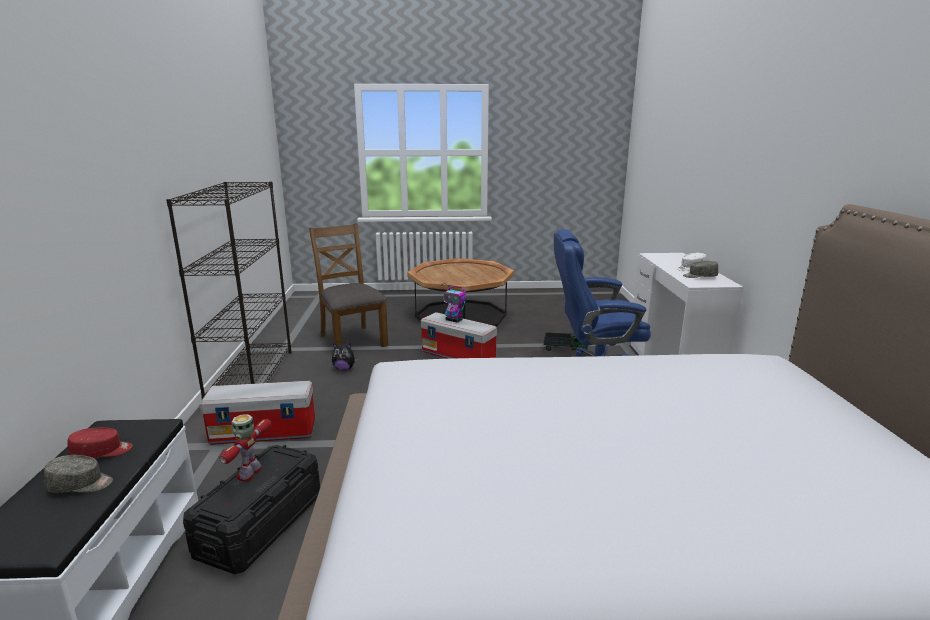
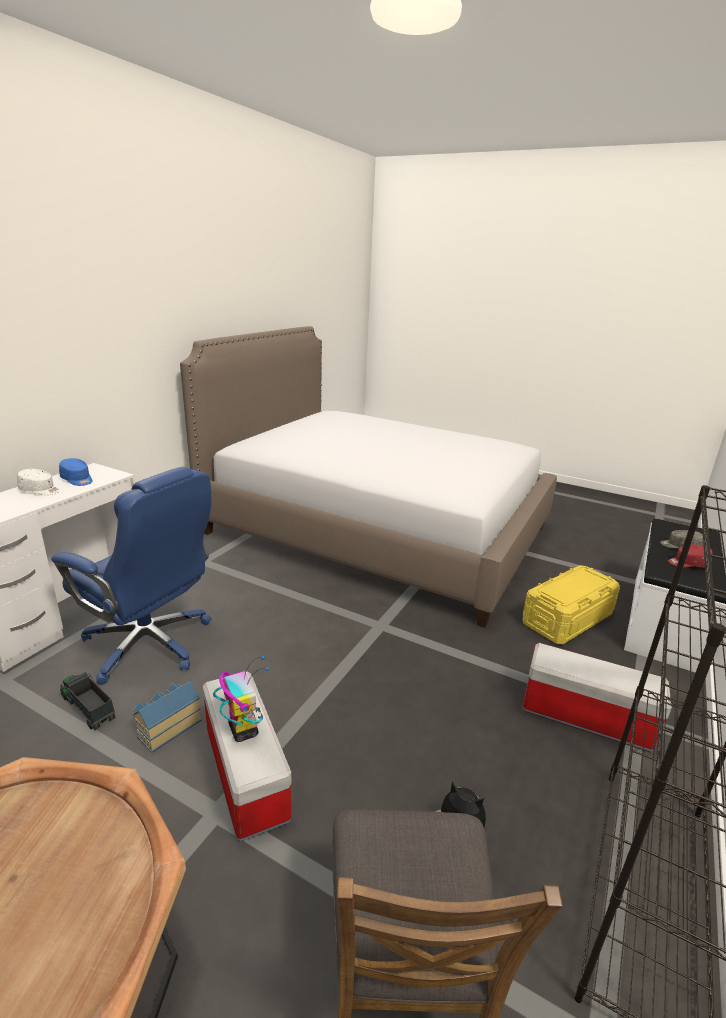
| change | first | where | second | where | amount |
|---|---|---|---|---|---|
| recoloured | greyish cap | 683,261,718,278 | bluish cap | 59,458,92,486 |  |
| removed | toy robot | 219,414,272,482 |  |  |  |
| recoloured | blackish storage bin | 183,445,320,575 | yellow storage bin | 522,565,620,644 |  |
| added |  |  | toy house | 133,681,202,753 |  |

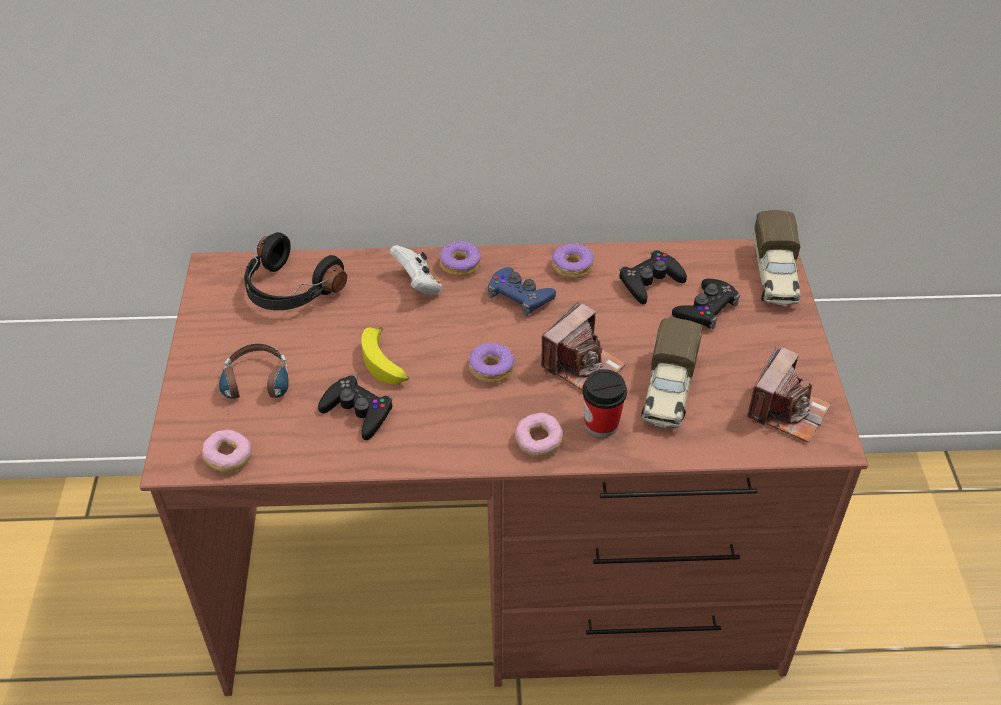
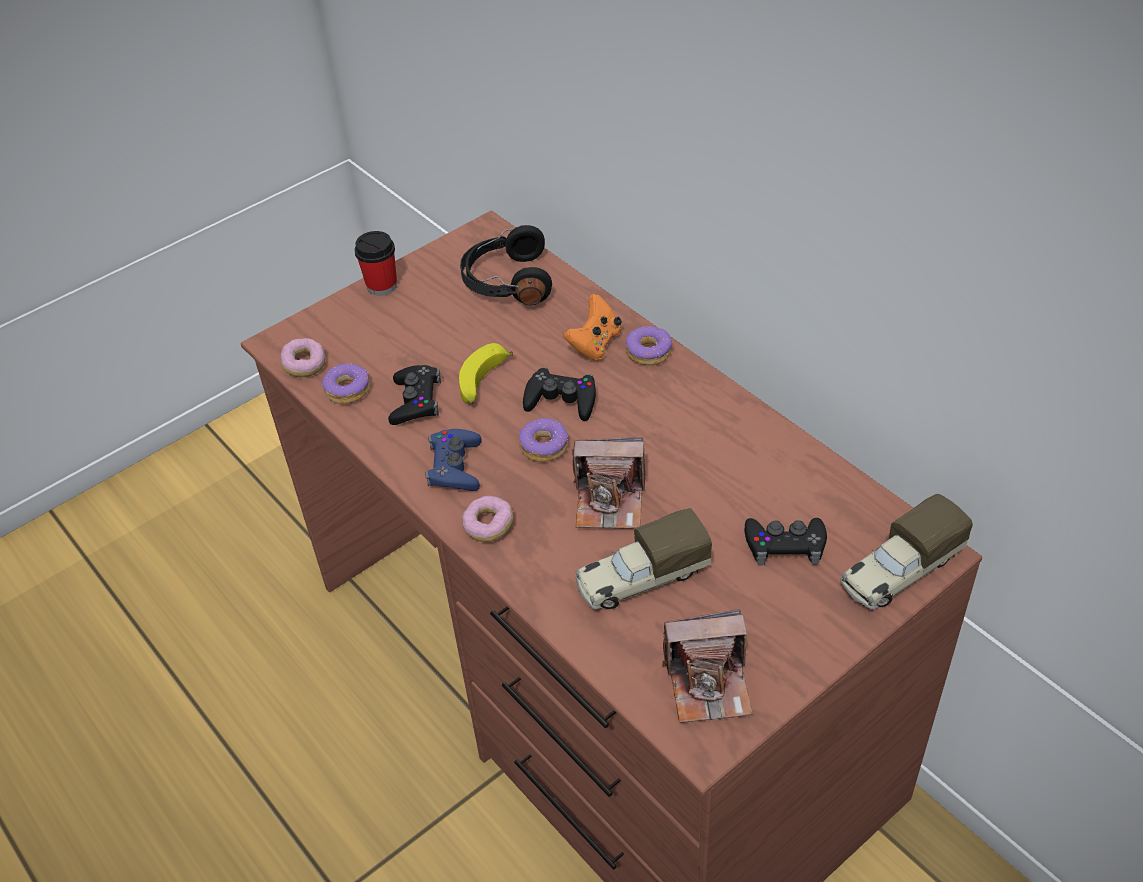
| change | first | where | second | where | amount |
|---|---|---|---|---|---|
| moved | ring doughnut | 551,242,594,279 |  | 322,363,370,404 |  |
| recoloured | white-coloured game controller | 390,245,442,295 | orange-coloured game controller | 563,294,622,360 |  |
| moved | blackish game controller | 619,250,687,304 |  | 523,367,596,421 |  |
| moved | bluish game controller | 488,267,556,316 |  | 425,429,482,491 |  |
| removed | headphones | 219,344,289,413 |  |  |  |
| moved | small cup | 582,369,627,438 |  | 354,231,397,296 |  |

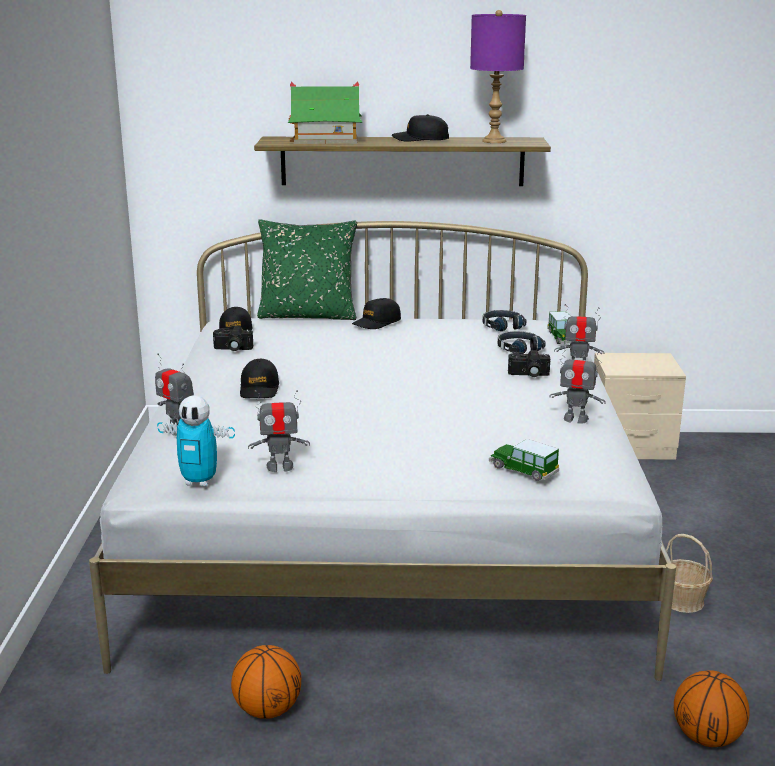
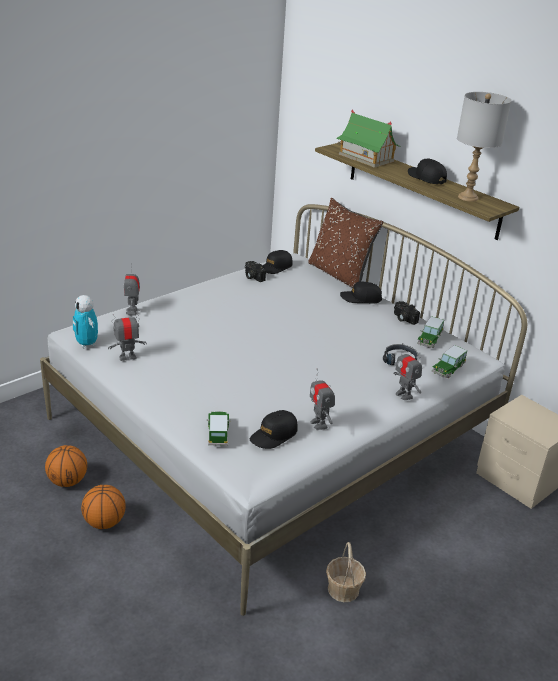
| change | first | where | second | where | amount |
|---|---|---|---|---|---|
| recoloured | purple lamp for a table | 470,10,526,143 | greyish lamp for a table | 457,92,512,202 |  |
| recoloured | greenish pillow | 257,219,357,320 | brown-coloured pillow | 308,198,383,288 |  |
| replaced | blackish headphones | 483,310,526,331 | model car | 417,316,444,348 |  |
| moved | still camera | 508,350,550,377 |  | 394,301,420,325 |  |
| moved | blackish cap | 240,359,279,398 |  | 250,410,298,449 |  |
| turned | toy robot | 248,390,310,472 |  | 108,310,147,361 | 120 degrees clockwise |
| moved | basketball ball | 674,670,750,747 |  | 81,485,126,529 |  |

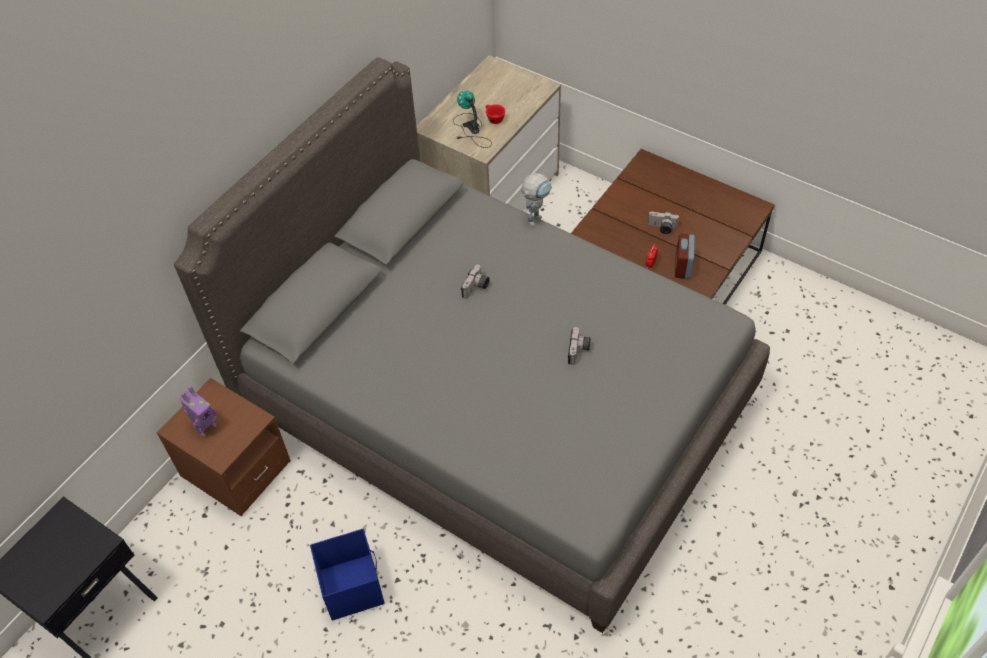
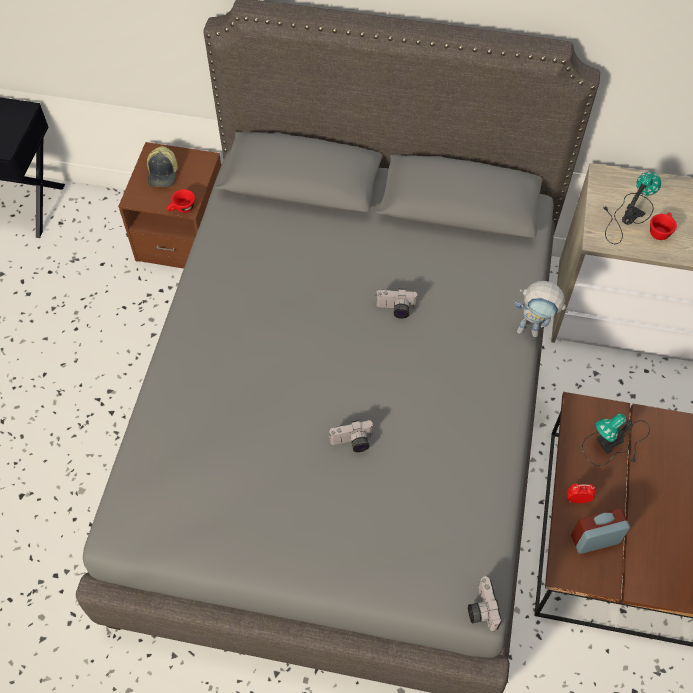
| change | first | where | second | where | amount |
|---|---|---|---|---|---|
| moved | still camera | 648,211,679,234 |  | 468,576,502,631 |  |
| replaced | toy robot | 179,386,217,437 | cap | 147,146,177,187 |  |
| removed | bluish storage bin | 310,529,385,621 |  |  |  |
| added |  |  | red small cup | 167,189,195,213 |  |
| added |  |  | lamp for a table | 582,413,650,466 |  |

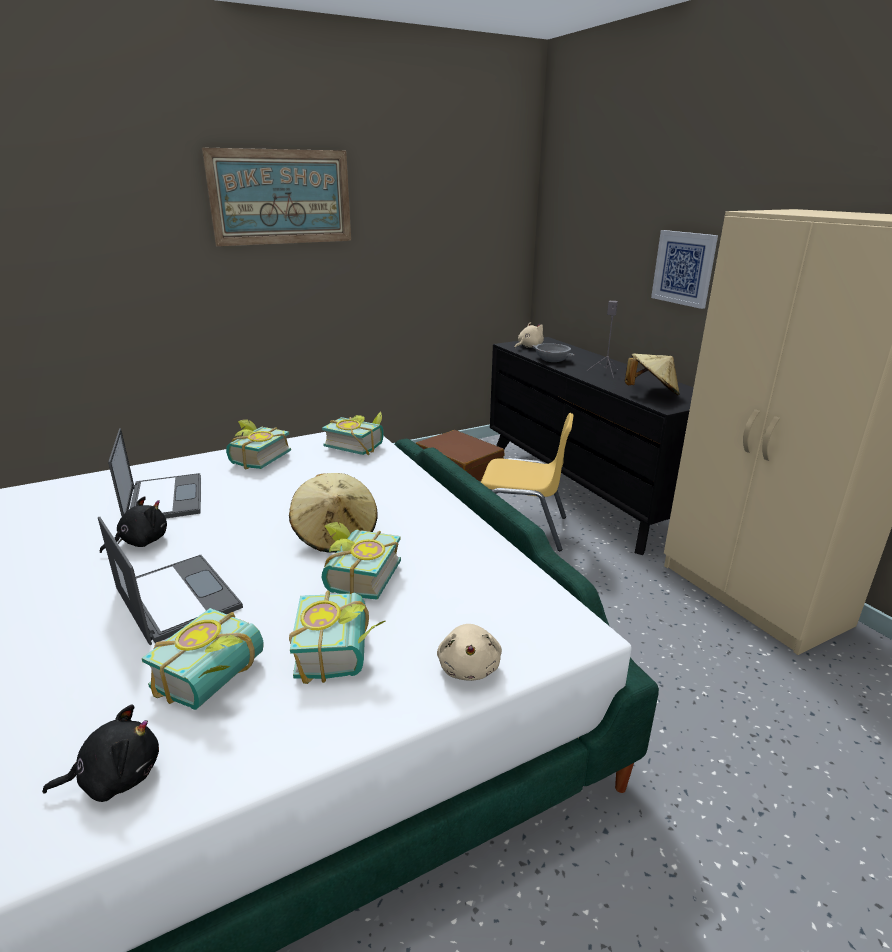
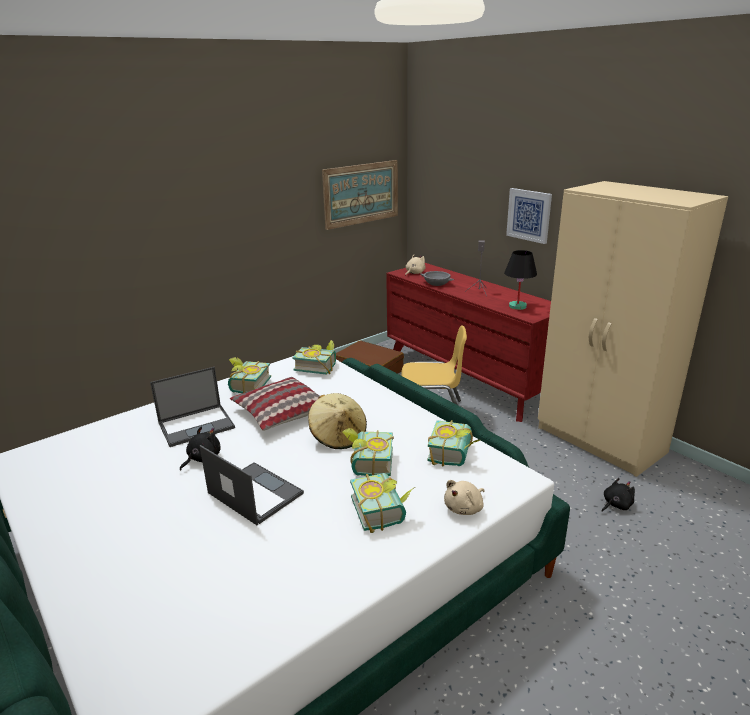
| change | first | where | second | where | amount |
|---|---|---|---|---|---|
| moved | wall art | 202,148,351,246 |  | 322,160,398,230 |  |
| recoloured | blackish chest of drawers | 490,337,694,555 | red chest of drawers | 386,263,551,422 |  |
| replaced | beige-coloured wearable hat | 625,354,680,395 | blackish lamp for a table | 504,250,537,310 |  |
| turned | notebook computer | 108,428,201,518 |  | 150,367,235,447 | 90 degrees clockwise |
| moved | volume | 142,608,264,710 |  | 427,420,480,467 |  |
| turned | beige-coloured cuddly toy | 437,624,502,681 |  | 444,480,484,515 | 60 degrees clockwise |
| moved | blackish cuddly toy | 42,705,159,802 |  | 601,478,635,512 |  |
| added |  |  | pillow | 230,377,319,431 |  |

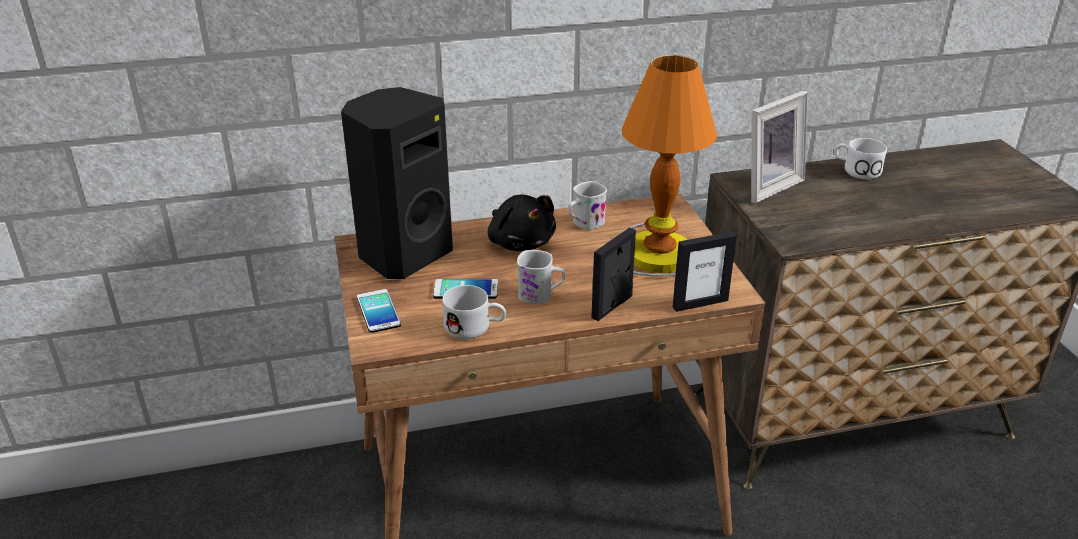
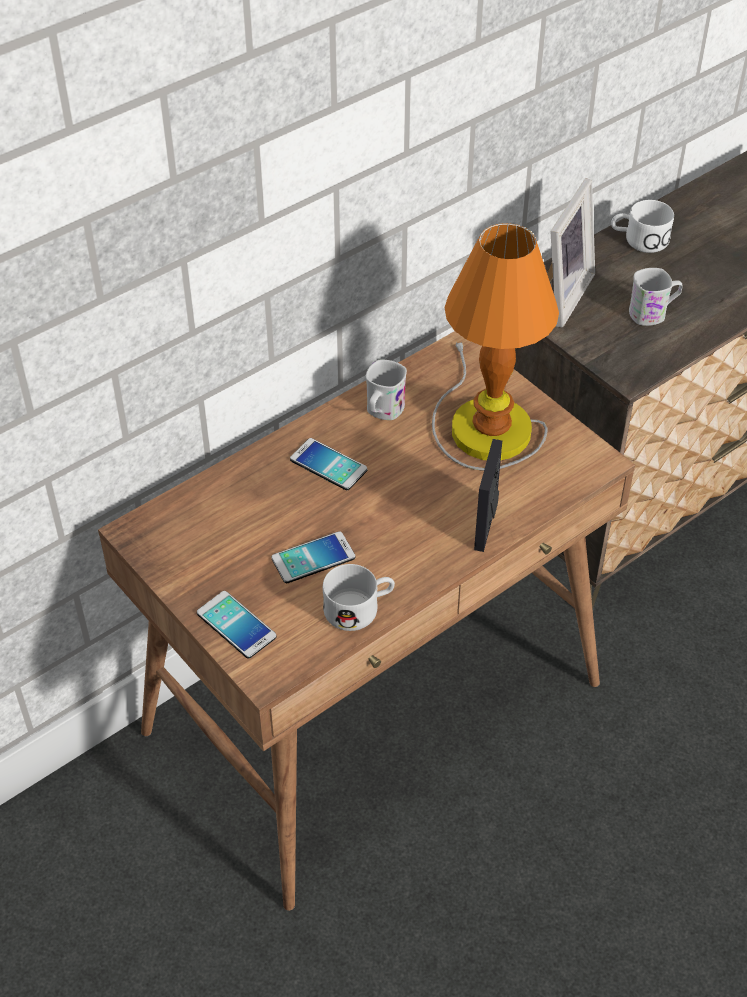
| change | first | where | second | where | amount |
|---|---|---|---|---|---|
| removed | blackish audio speaker | 341,87,453,279 |  |  |  |
| replaced | blackish cuddly toy | 488,195,556,251 | handset | 290,438,367,490 |  |
| removed | standing frame | 673,232,737,312 |  |  |  |
| moved | white-coloured mug | 517,250,565,304 |  | 629,268,683,326 |  |

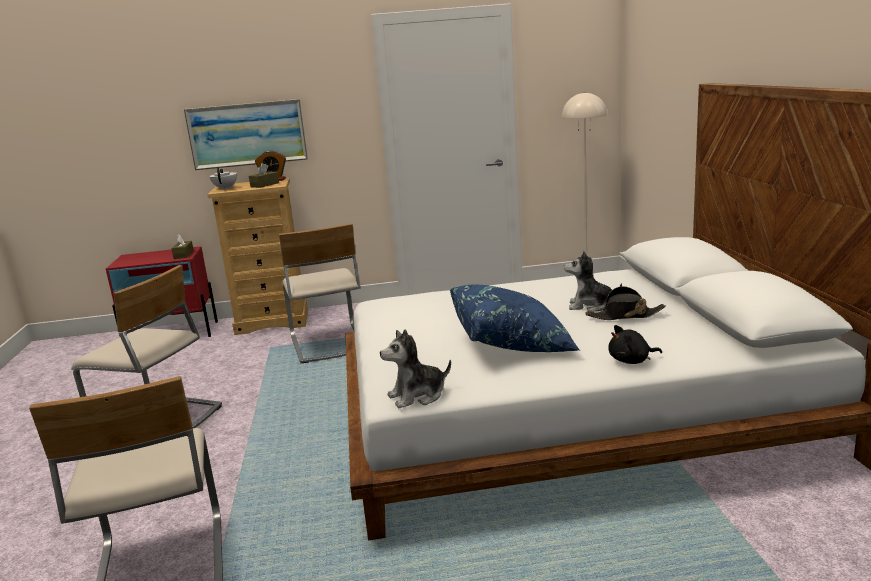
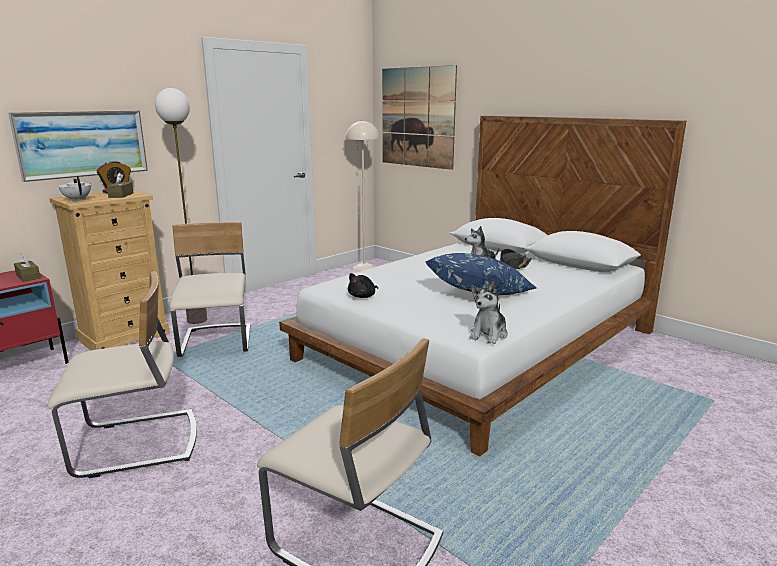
| change | first | where | second | where | amount |
|---|---|---|---|---|---|
| turned | beige-coloured upright chair | 279,223,361,363 |  | 170,222,250,357 | 135 degrees counterclockwise |
| moved | blackish cuddly toy | 608,325,662,364 |  | 348,273,378,298 |  |
| added |  |  | wall art | 382,65,457,170 |  |
| added |  |  | floor lamp | 155,88,207,324 |  |

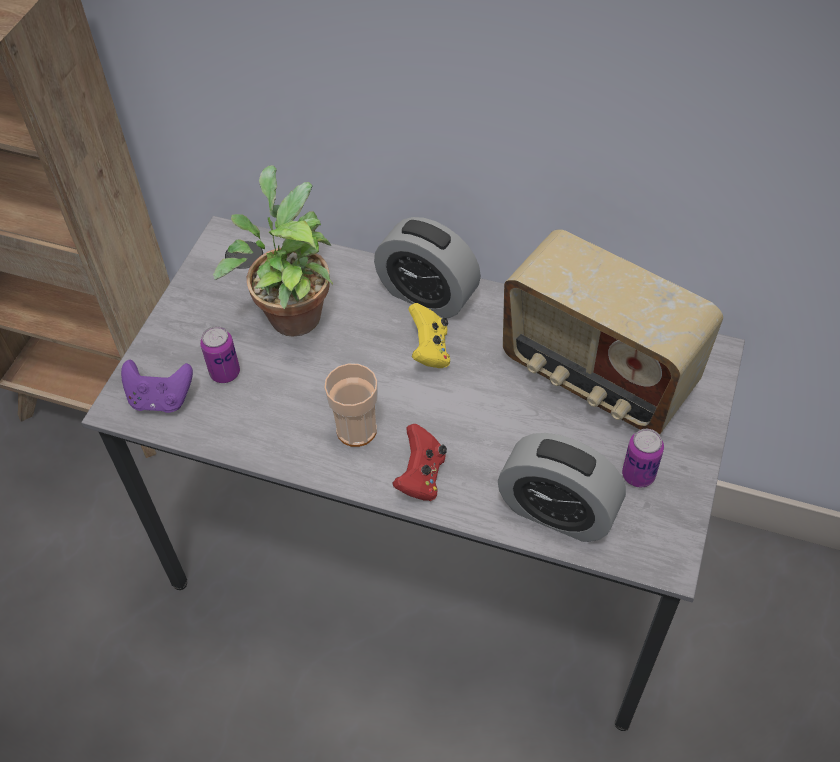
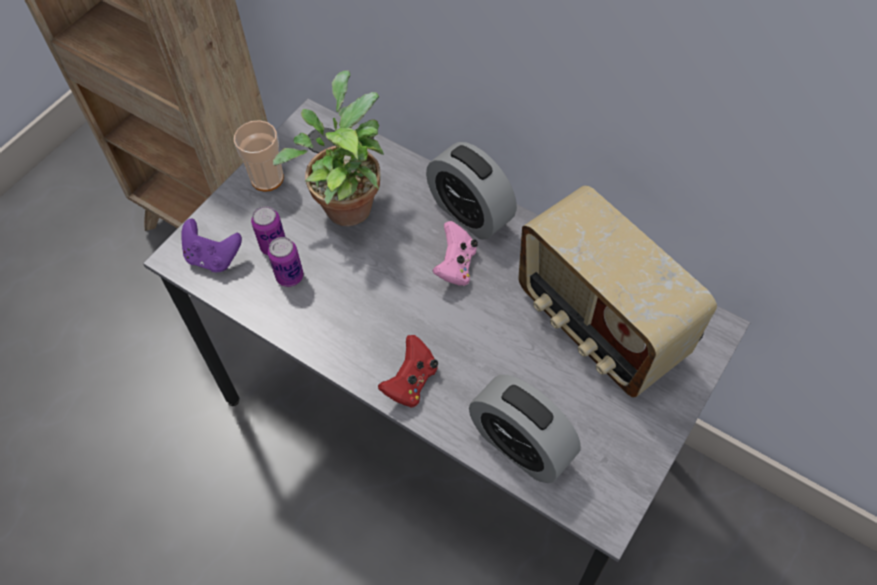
| change | first | where | second | where | amount |
|---|---|---|---|---|---|
| recoloured | yellow game controller | 408,303,450,368 | pinkish game controller | 432,221,478,286 |  |
| moved | small cup | 324,363,378,447 |  | 234,120,284,191 |  |
| moved | sealed can | 622,429,664,488 |  | 268,237,304,287 |  |

